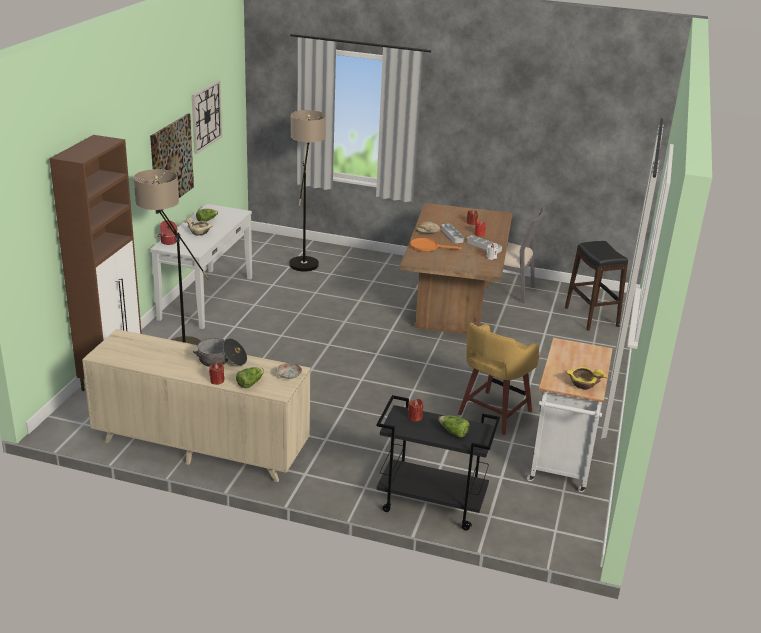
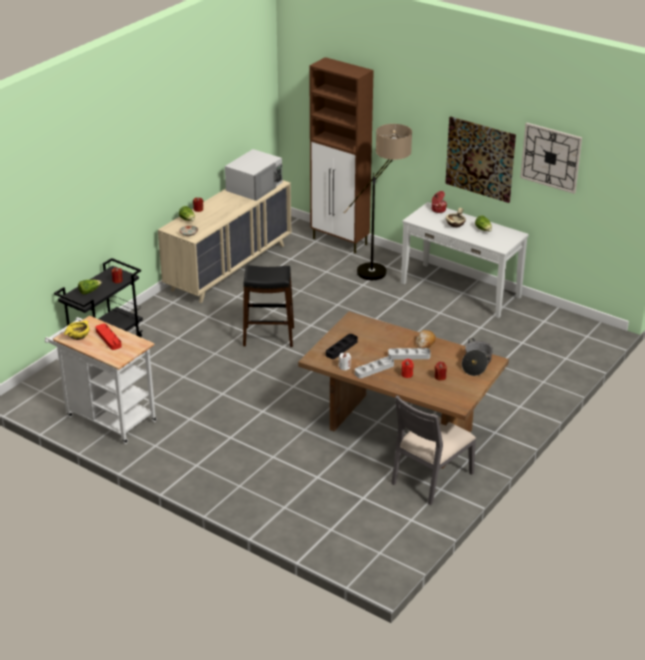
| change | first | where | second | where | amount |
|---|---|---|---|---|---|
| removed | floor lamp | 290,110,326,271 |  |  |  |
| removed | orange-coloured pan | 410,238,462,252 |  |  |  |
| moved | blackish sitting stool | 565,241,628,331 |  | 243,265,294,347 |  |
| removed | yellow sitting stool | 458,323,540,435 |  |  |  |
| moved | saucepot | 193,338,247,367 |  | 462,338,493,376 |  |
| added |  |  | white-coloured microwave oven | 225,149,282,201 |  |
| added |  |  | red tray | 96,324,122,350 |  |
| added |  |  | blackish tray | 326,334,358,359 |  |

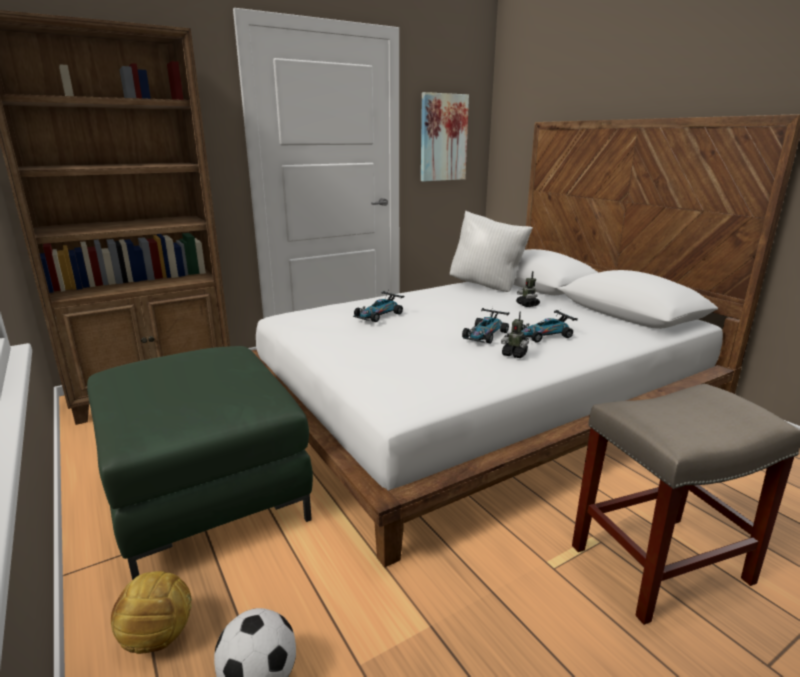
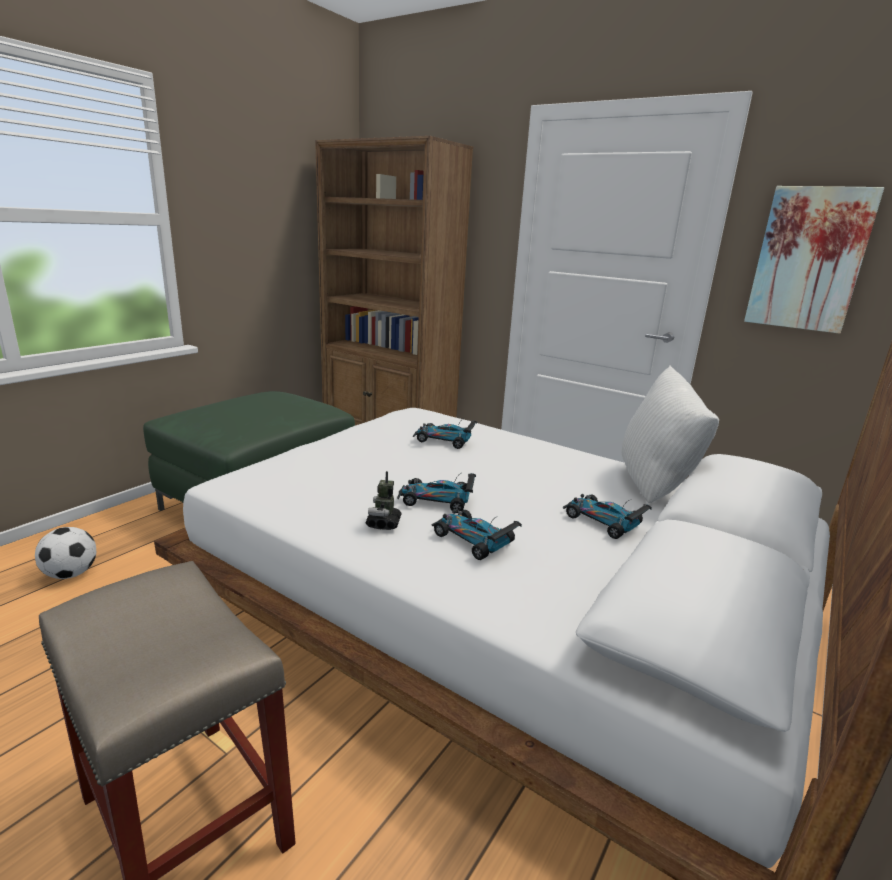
| change | first | where | second | where | amount |
|---|---|---|---|---|---|
| replaced | toy robot | 516,271,540,307 | model car | 563,494,652,539 |  |
| removed | football ball | 111,571,192,654 |  |  |  |

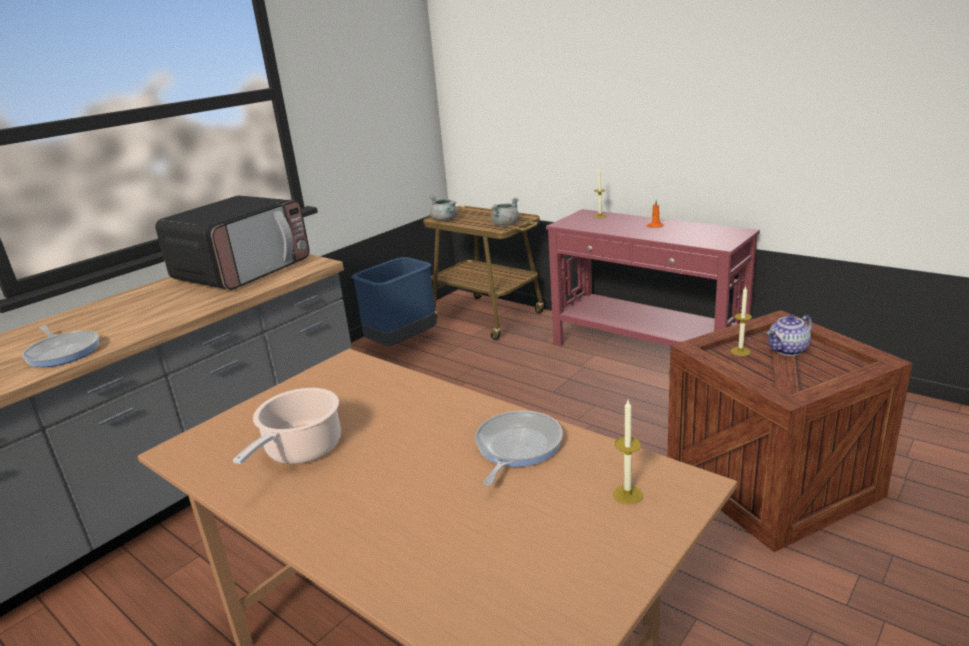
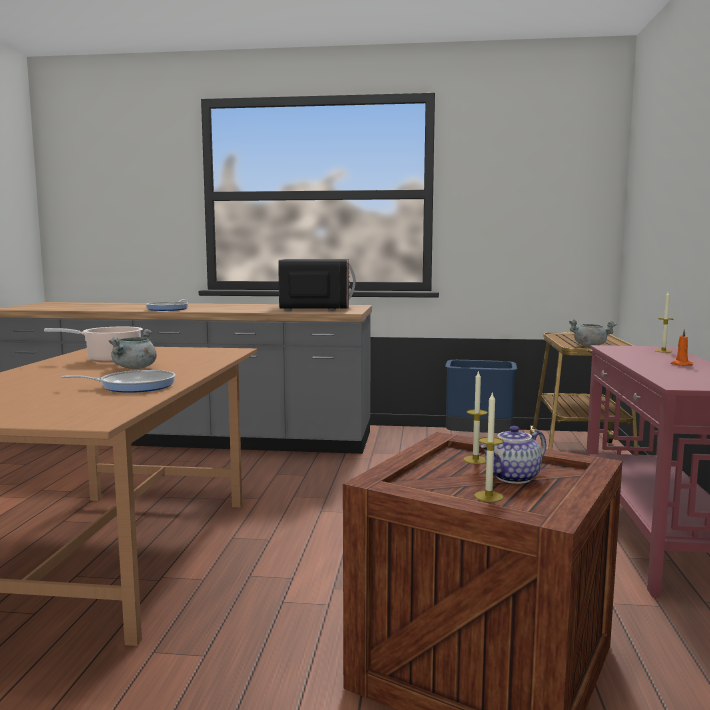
| change | first | where | second | where | amount |
|---|---|---|---|---|---|
| turned | microwave oven | 155,195,310,290 |  | 278,259,356,311 | 90 degrees counterclockwise |
| moved | greyish saucepot | 429,195,457,221 |  | 109,329,157,369 |  |
| turned | tea pot | 767,315,813,356 |  | 480,426,546,484 | 60 degrees counterclockwise |
| moved | candle | 613,400,643,504 |  | 474,393,504,502 |  |

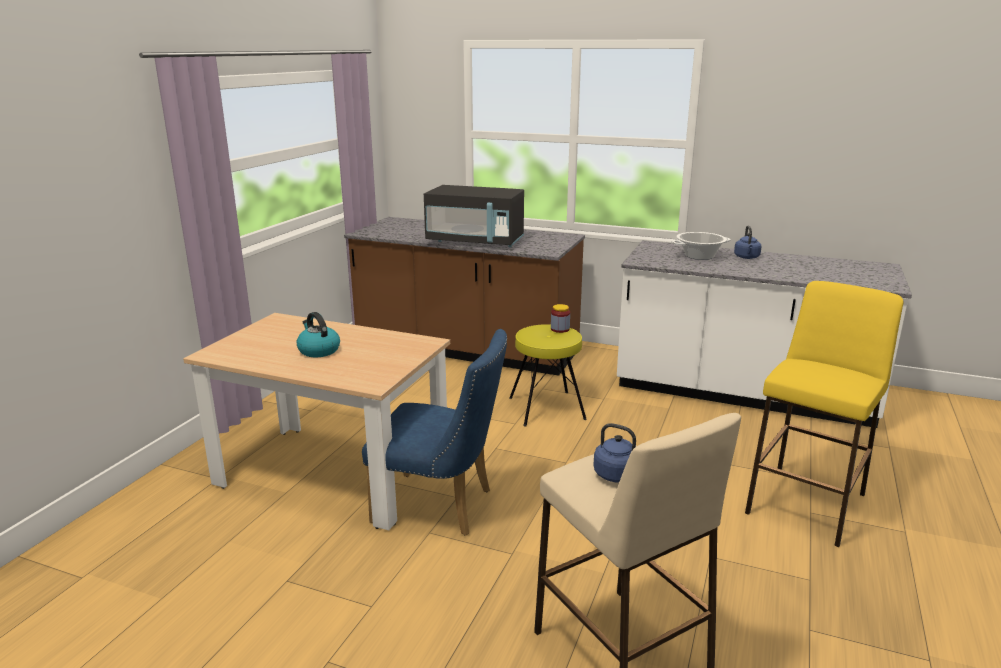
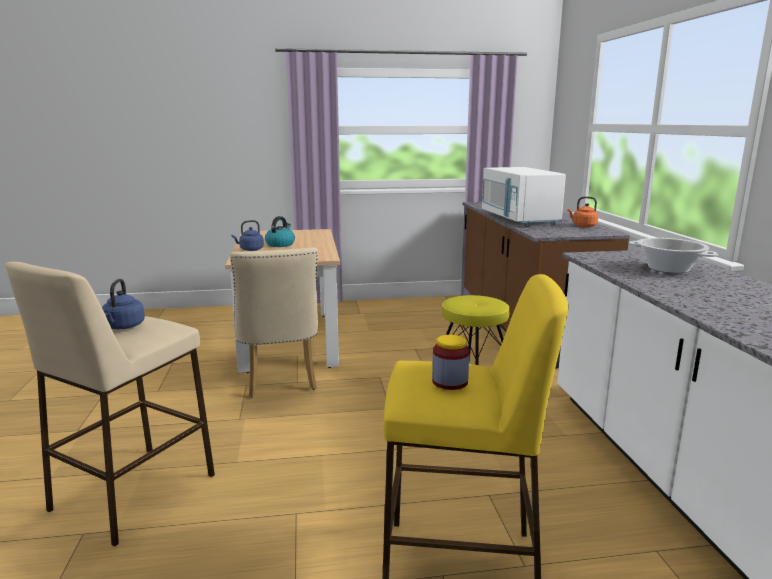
| change | first | where | second | where | amount |
|---|---|---|---|---|---|
| recoloured | blackish microwave oven | 424,185,524,247 | white-coloured microwave oven | 482,167,566,226 |  |
| moved | bluish tea kettle | 734,226,761,259 |  | 231,220,264,251 |  |
| moved | preserve jar | 551,304,570,333 |  | 432,335,469,390 |  |
| recoloured | bluish upright chair | 362,329,507,536 | beige-coloured upright chair | 230,247,318,398 |  |
| added |  |  | orange-coloured tea kettle | 567,197,598,227 |  |

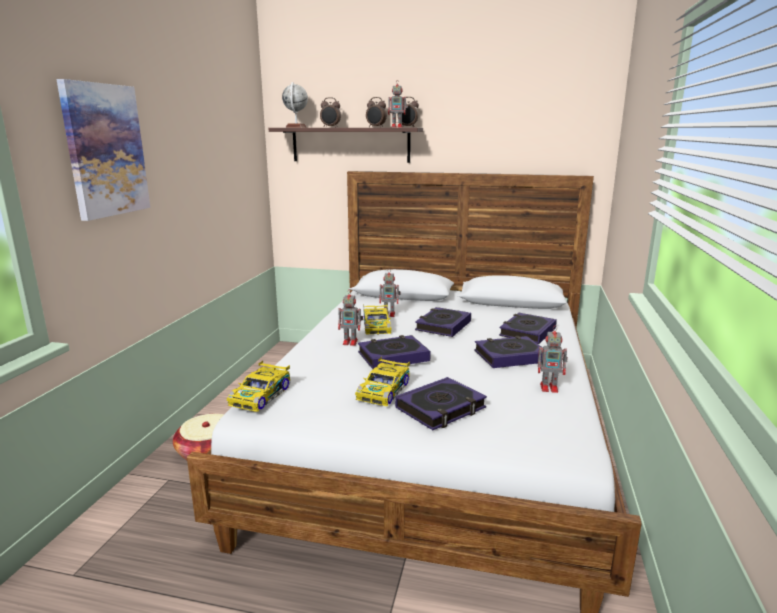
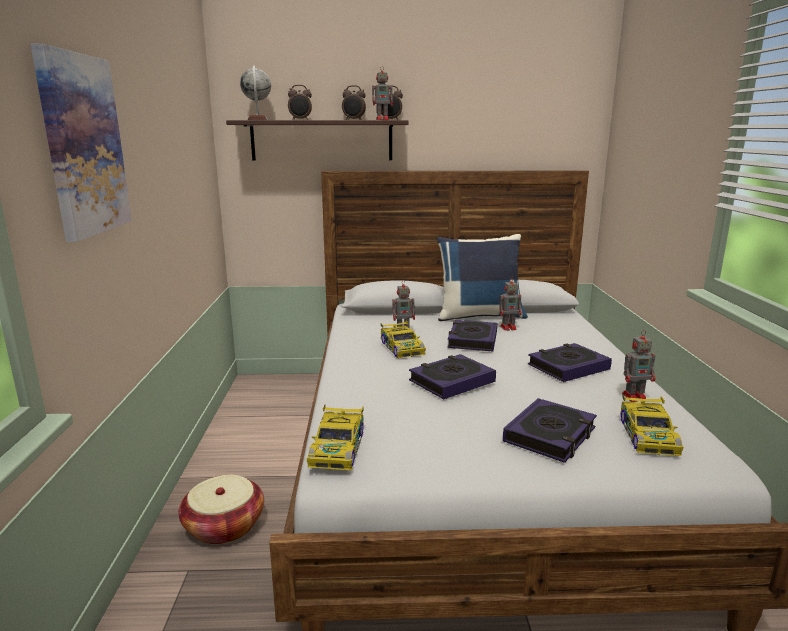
| change | first | where | second | where | amount |
|---|---|---|---|---|---|
| moved | toy robot | 338,291,363,346 |  | 499,277,522,331 |  |
| removed | volume | 499,313,557,344 |  |  |  |
| moved | model car | 355,357,410,406 |  | 620,394,683,456 |  |
| added |  |  | bluish pillow | 437,234,528,321 |  |

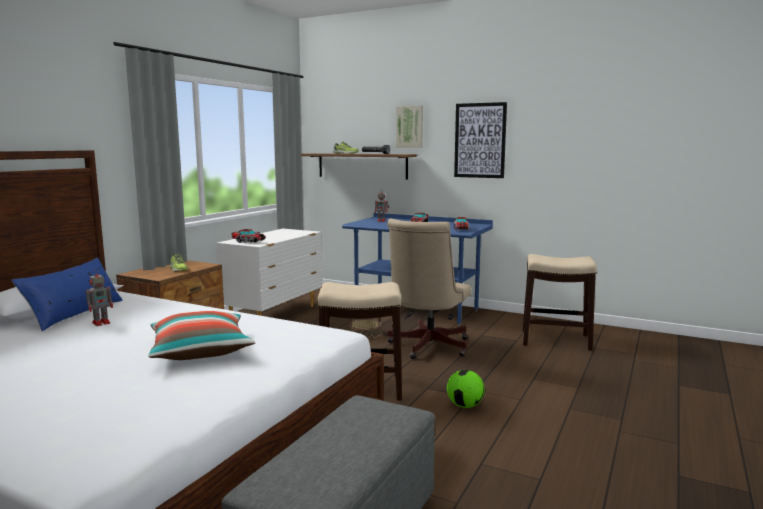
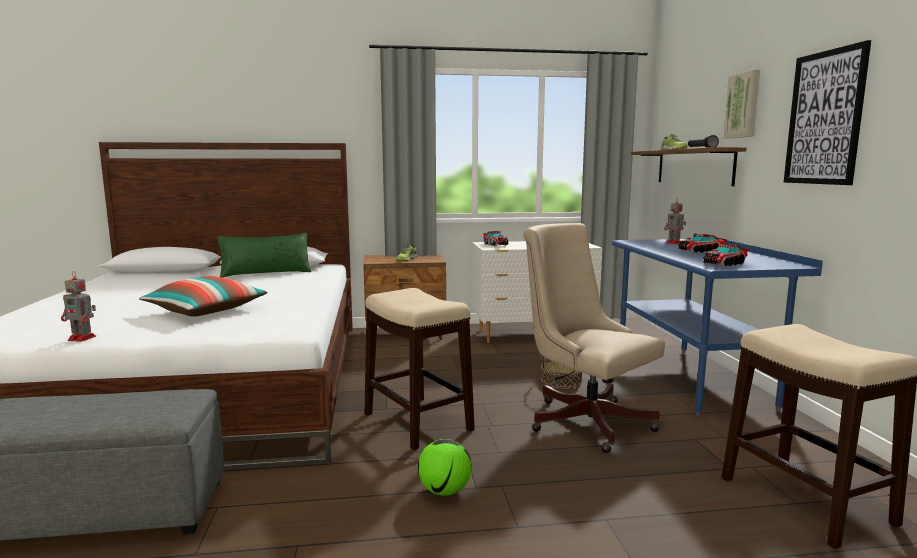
| change | first | where | second | where | amount |
|---|---|---|---|---|---|
| turned | beige-coloured desk chair | 387,219,471,359 |  | 523,223,665,453 | 60 degrees clockwise |
| recoloured | bluish pillow | 12,257,123,331 | greenish pillow | 217,233,311,278 |  |
| moved | toy robot | 86,269,113,326 |  | 61,271,96,342 |  |

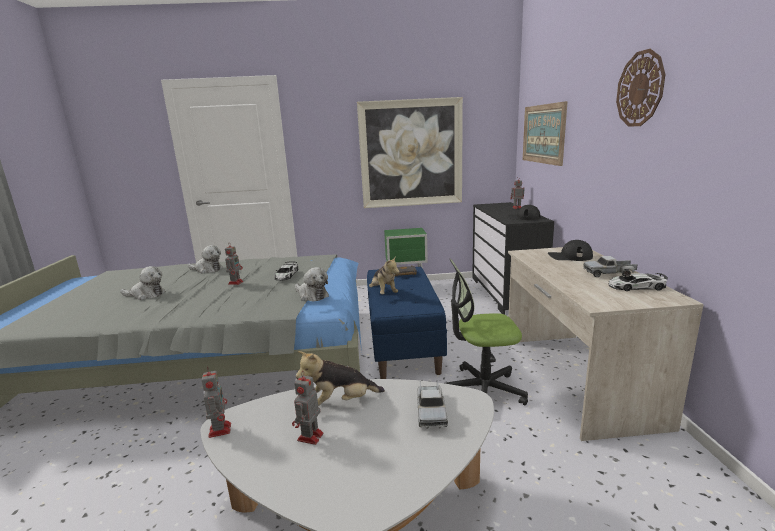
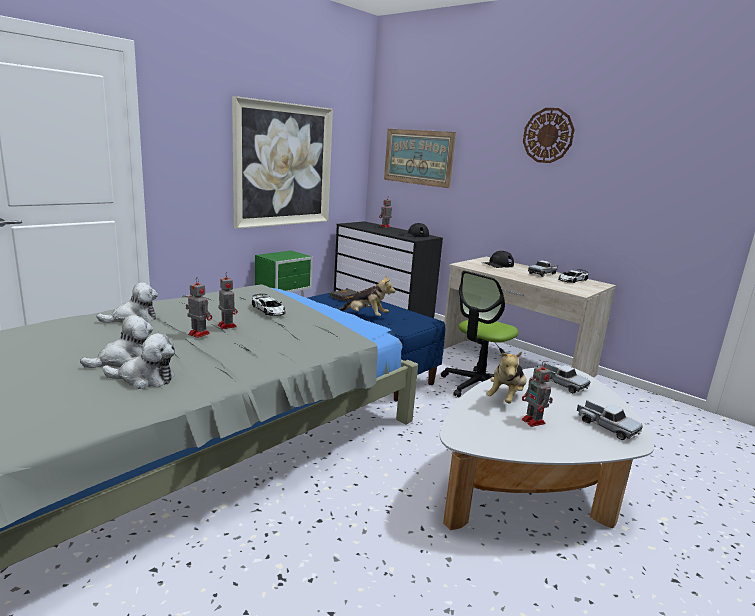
| change | first | where | second | where | amount |
|---|---|---|---|---|---|
| moved | cuddly toy | 295,267,329,302 |  | 102,333,175,389 |  |
| moved | toy robot | 202,366,231,438 |  | 186,280,212,338 |  |
| added |  |  | model truck | 577,400,643,440 |  |

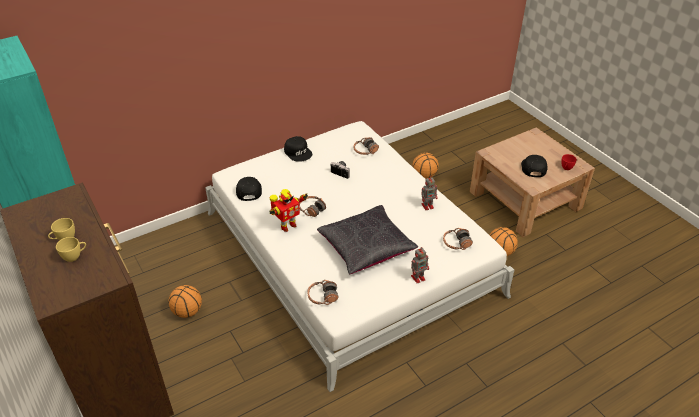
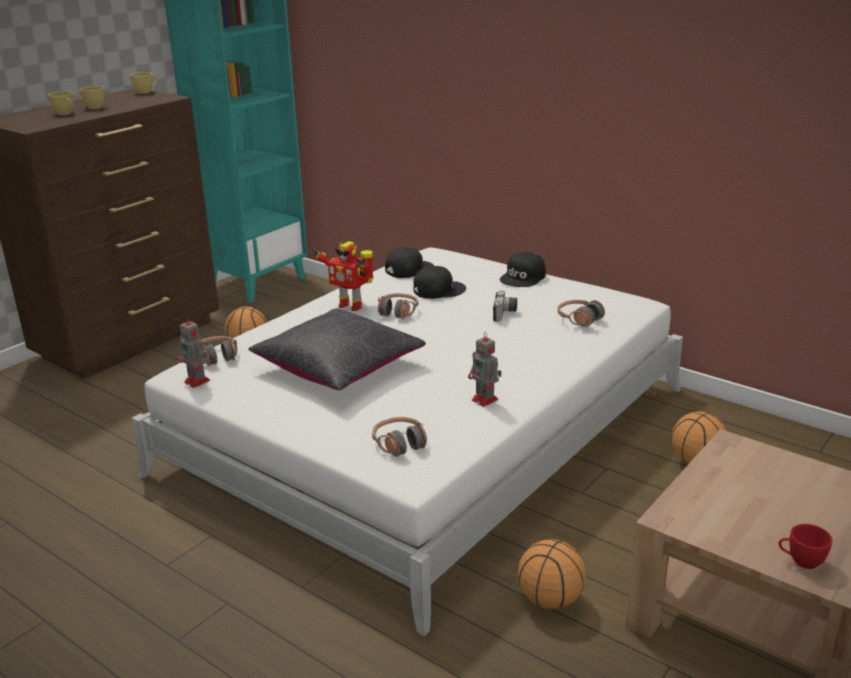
| change | first | where | second | where | amount |
|---|---|---|---|---|---|
| moved | blackish cap | 521,155,547,177 |  | 413,266,466,299 |  |
| moved | toy robot | 411,247,429,284 |  | 178,316,210,388 |  |
| added |  |  | yellow small cup | 130,72,157,94 |  |

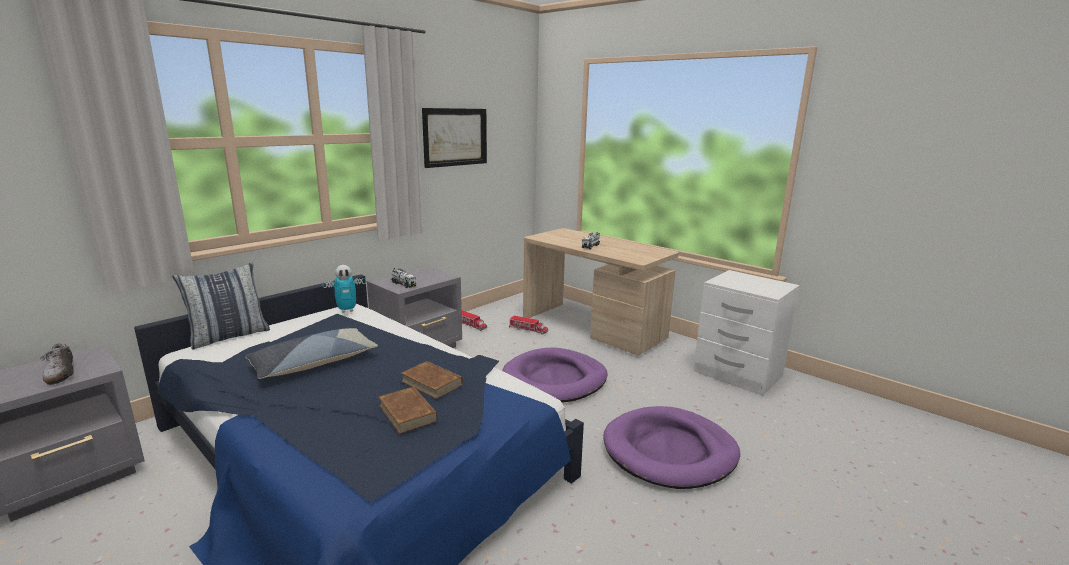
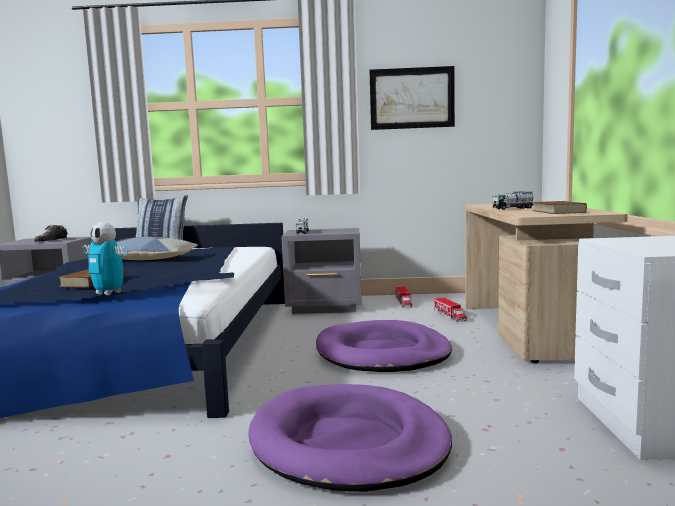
| change | first | where | second | where | amount |
|---|---|---|---|---|---|
| moved | toy robot | 322,265,366,313 |  | 83,222,128,295 |  |
| moved | brown-coloured volume | 400,361,463,399 |  | 532,201,587,214 |  |

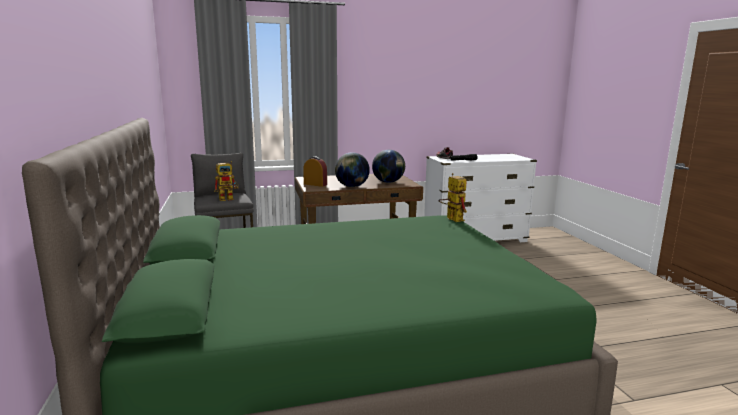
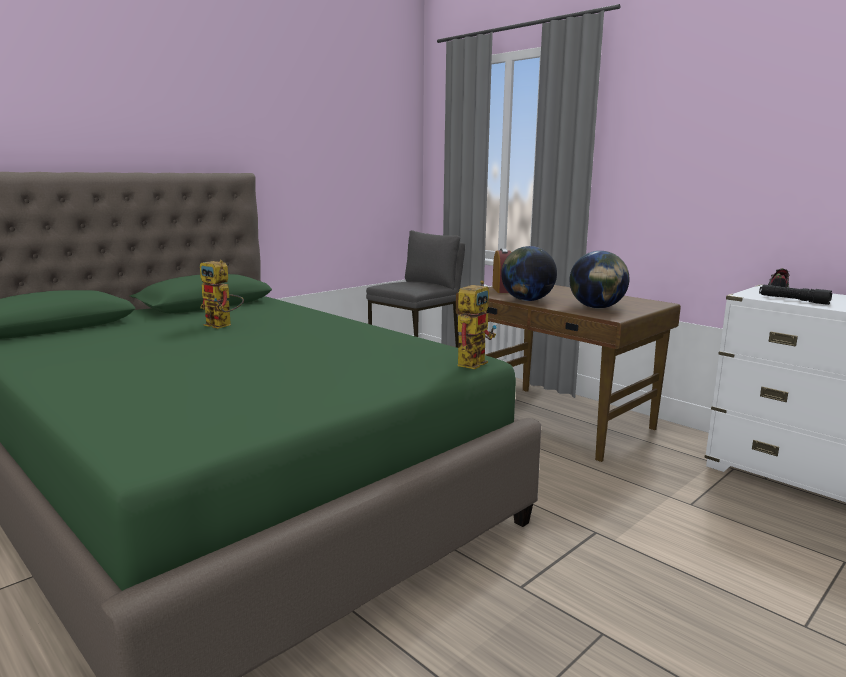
| change | first | where | second | where | amount |
|---|---|---|---|---|---|
| moved | toy robot | 214,161,239,201 |  | 200,260,244,329 |  |

